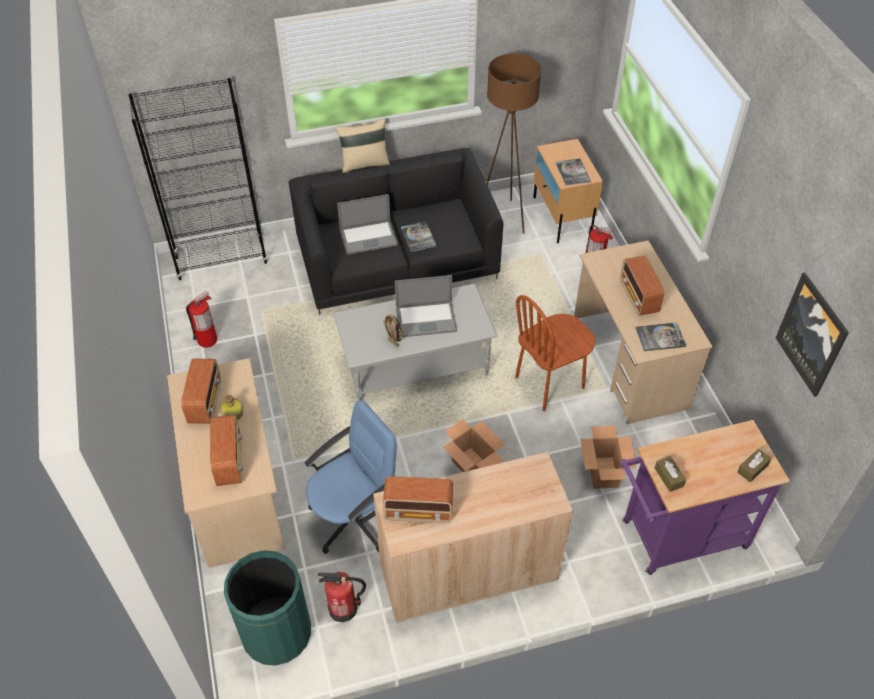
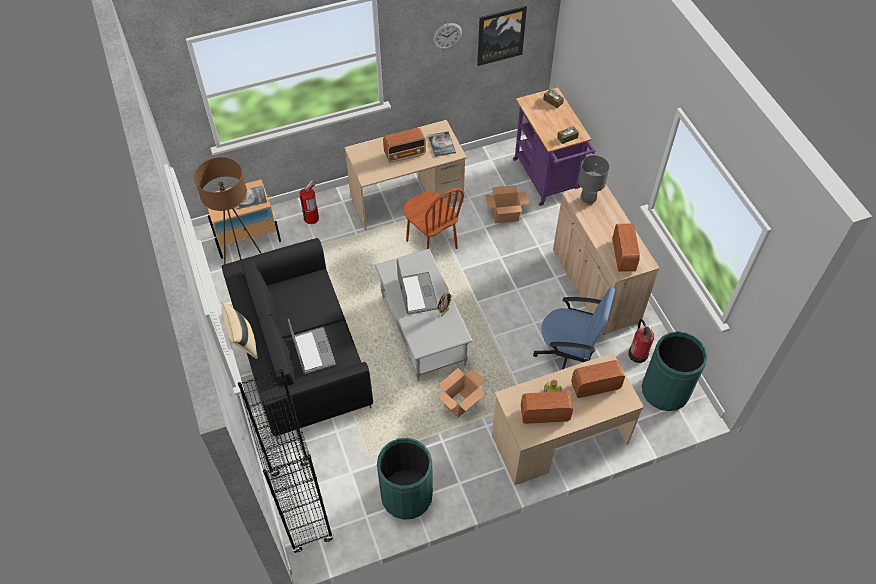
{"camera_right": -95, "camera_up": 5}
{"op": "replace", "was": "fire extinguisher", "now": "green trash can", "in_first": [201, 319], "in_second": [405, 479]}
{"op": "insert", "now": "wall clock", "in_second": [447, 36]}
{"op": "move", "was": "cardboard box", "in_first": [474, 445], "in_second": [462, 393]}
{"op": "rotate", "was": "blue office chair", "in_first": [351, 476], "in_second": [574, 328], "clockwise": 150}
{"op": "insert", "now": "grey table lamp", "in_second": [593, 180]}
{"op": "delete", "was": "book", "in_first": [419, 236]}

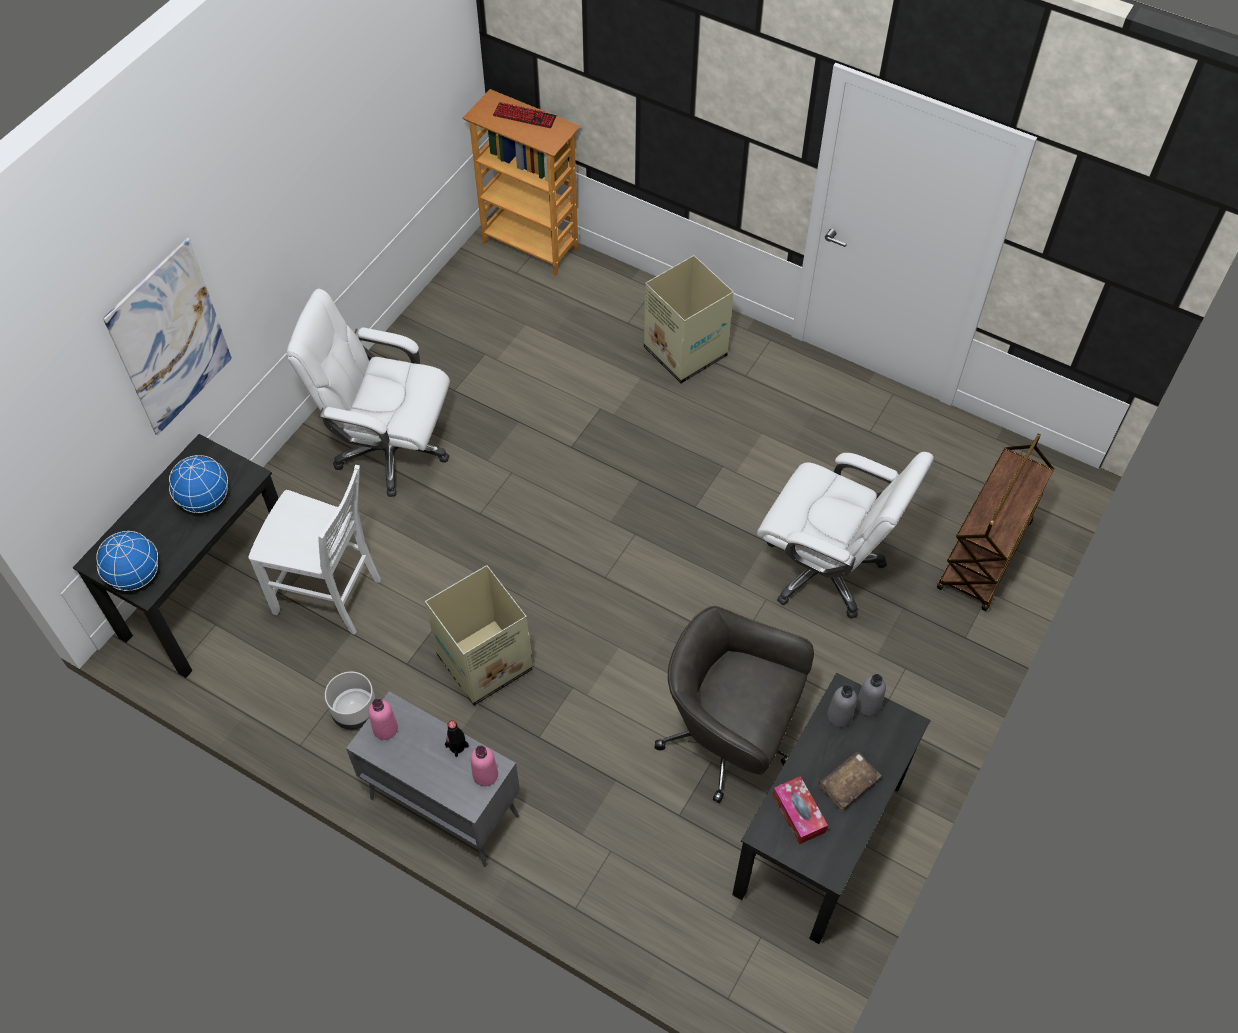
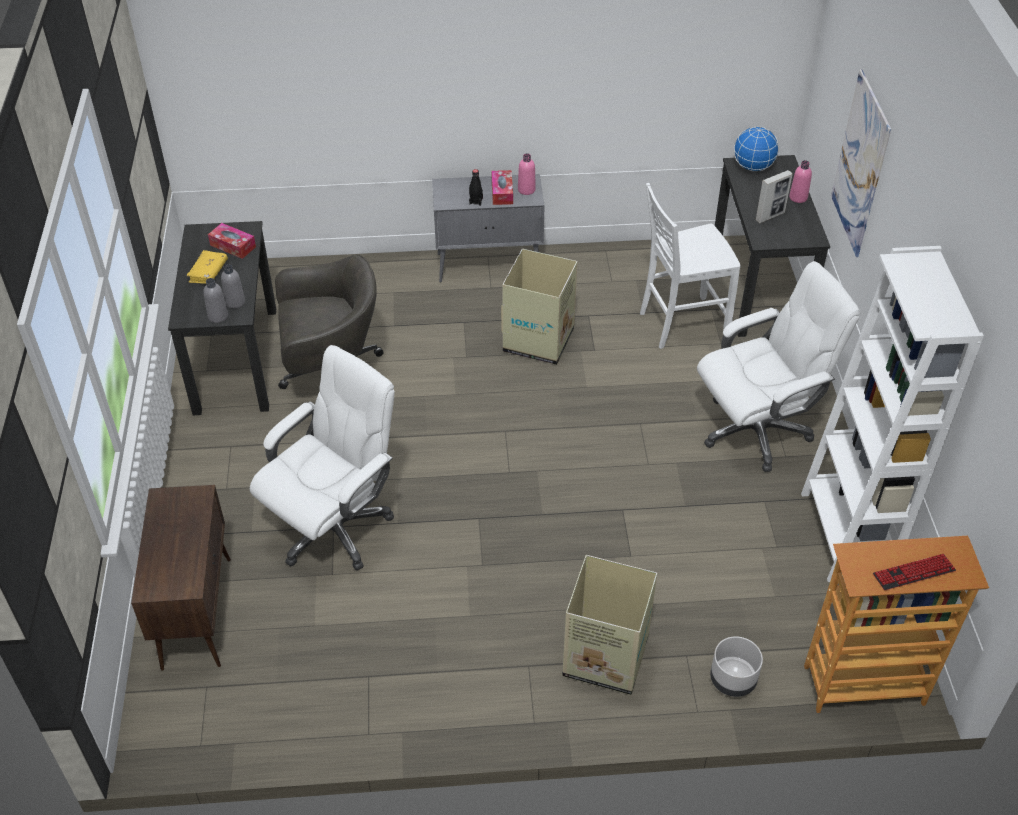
{"camera_right": 145, "camera_up": -10}
{"op": "replace", "was": "brown cart", "now": "brown cabinet", "in_first": [995, 522], "in_second": [181, 578]}
{"op": "recolor", "was": "brown book", "now": "yellow book", "in_first": [850, 782], "in_second": [207, 267]}
{"op": "rotate", "was": "white office chair", "in_first": [845, 535], "in_second": [322, 457], "clockwise": 135}
{"op": "insert", "now": "tissue box", "in_second": [502, 187]}
{"op": "move", "was": "grey planter", "in_first": [350, 700], "in_second": [736, 666]}
{"op": "replace", "was": "globe", "now": "picture frame", "in_first": [198, 484], "in_second": [774, 196]}
{"op": "move", "was": "pink bottle", "in_first": [484, 765], "in_second": [800, 181]}
{"op": "insert", "now": "white bookcase", "in_second": [892, 414]}

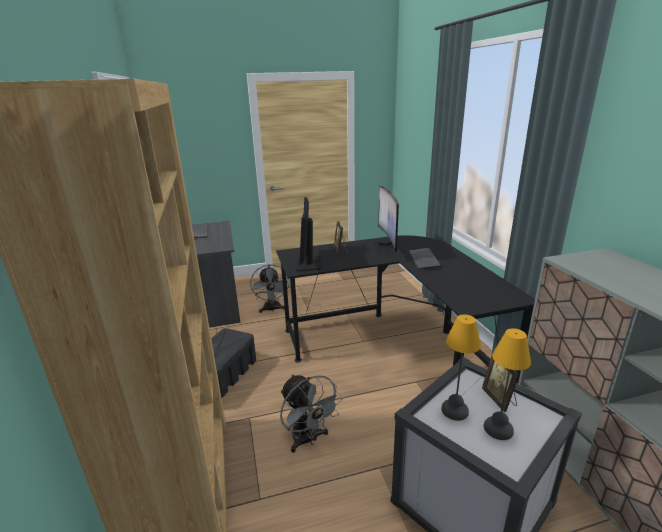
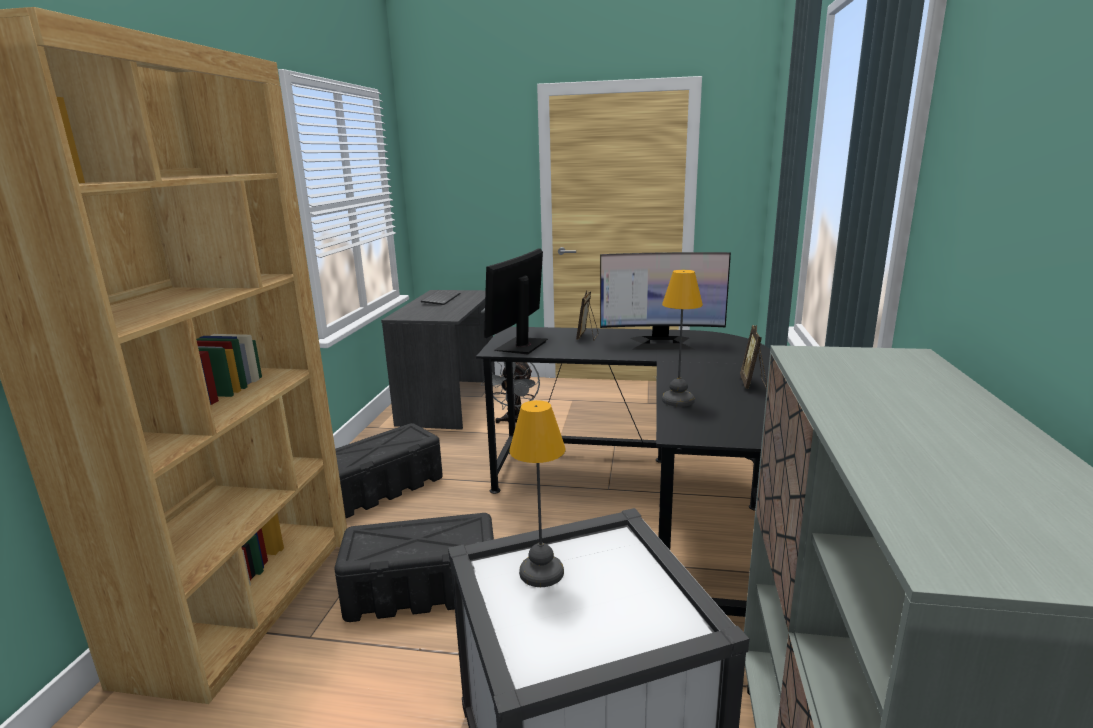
{"camera_right": 25, "camera_up": -5}
{"op": "replace", "was": "grey fan", "now": "black storage box", "in_first": [311, 413], "in_second": [414, 567]}
{"op": "rotate", "was": "monitor", "in_first": [389, 221], "in_second": [665, 301], "clockwise": -105}
{"op": "move", "was": "table lamp", "in_first": [507, 384], "in_second": [682, 338]}
{"op": "move", "was": "picture frame", "in_first": [501, 381], "in_second": [753, 357]}
{"op": "delete", "was": "keyboard", "in_first": [424, 259]}

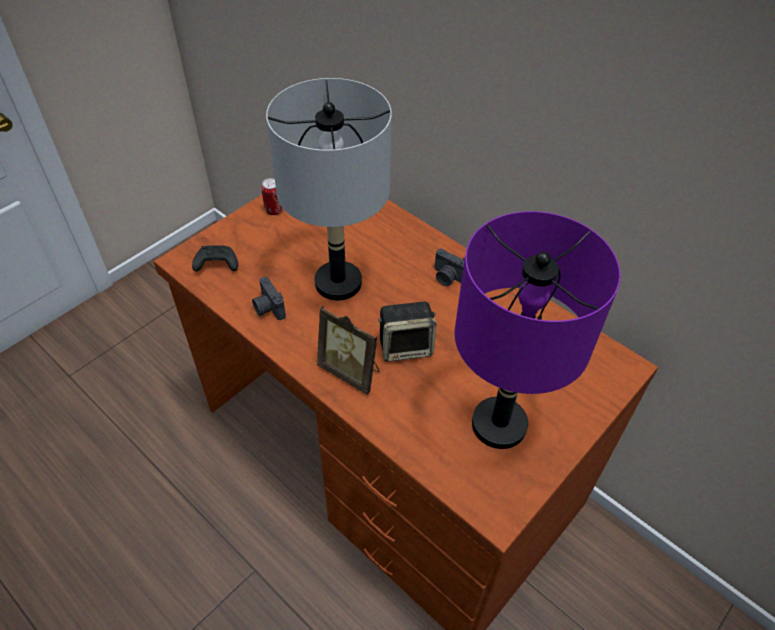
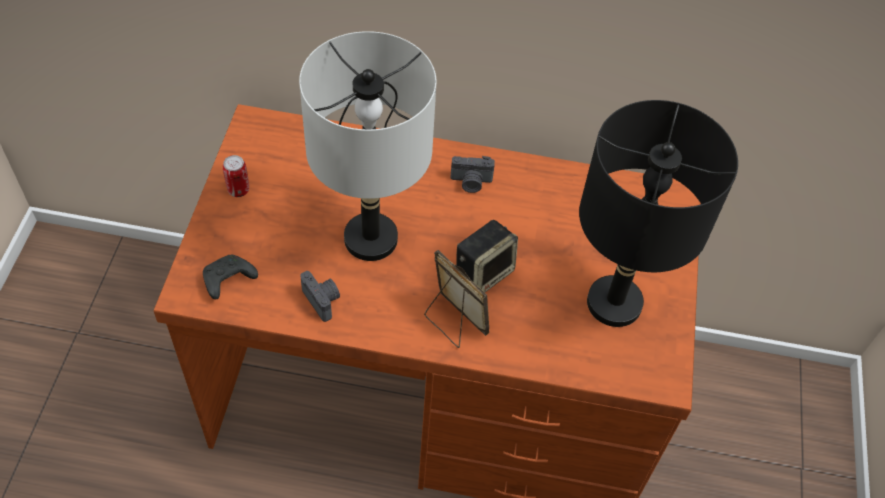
{"camera_right": -35, "camera_up": 5}
{"op": "rotate", "was": "photo camera", "in_first": [269, 298], "in_second": [320, 296], "clockwise": -150}
{"op": "rotate", "was": "picture frame", "in_first": [348, 350], "in_second": [456, 299], "clockwise": -135}
{"op": "recolor", "was": "purple table lamp", "now": "black table lamp", "in_first": [538, 330], "in_second": [658, 213]}

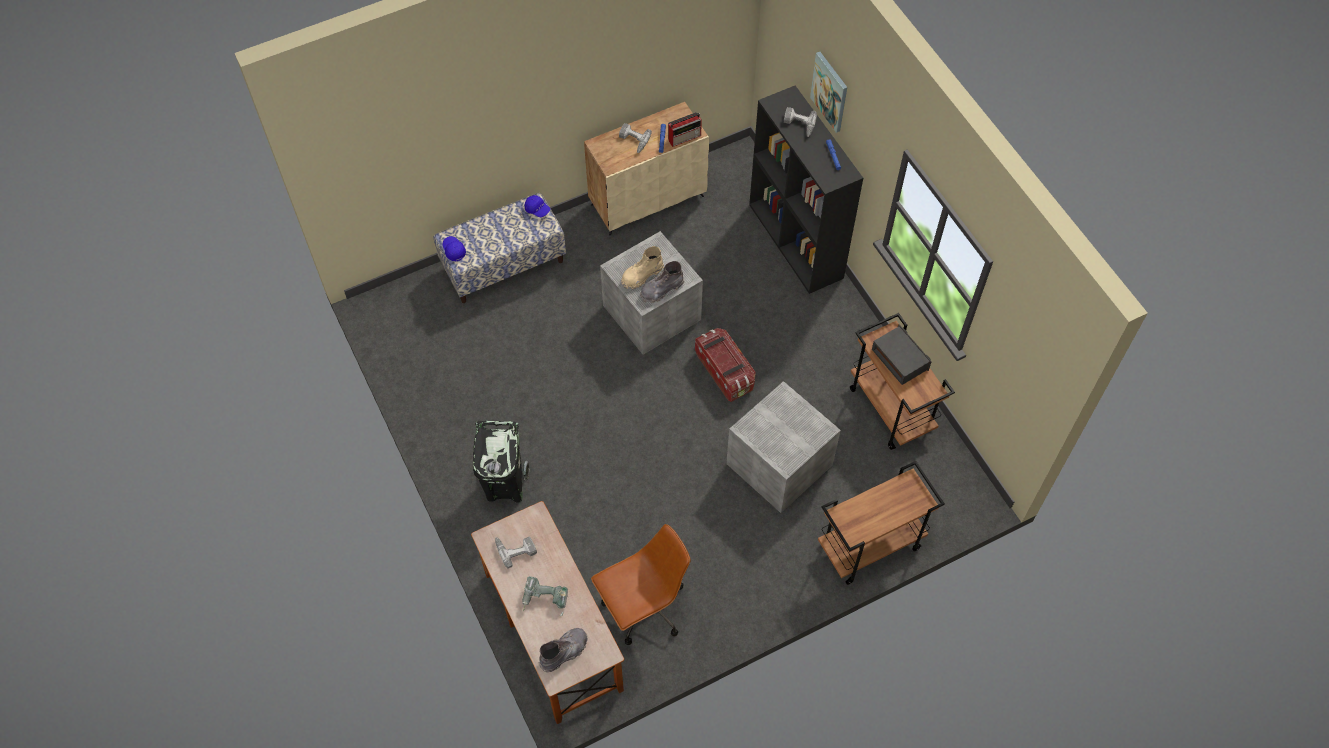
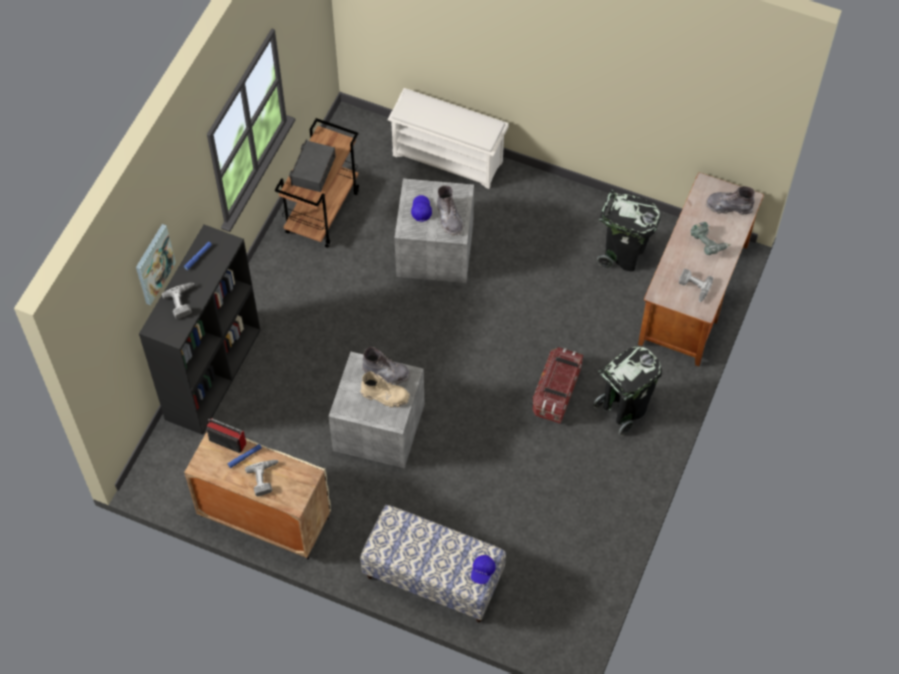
{"camera_right": -130, "camera_up": 0}
{"op": "replace", "was": "brown cart", "now": "white shoe rack", "in_first": [881, 523], "in_second": [448, 138]}
{"op": "move", "was": "blue cap", "in_first": [537, 206], "in_second": [421, 208]}
{"op": "insert", "now": "grey boot", "in_second": [450, 211]}
{"op": "move", "was": "storage box", "in_first": [725, 365], "in_second": [557, 385]}
{"op": "replace", "was": "brown office chair", "now": "black trash can", "in_first": [641, 584], "in_second": [628, 231]}

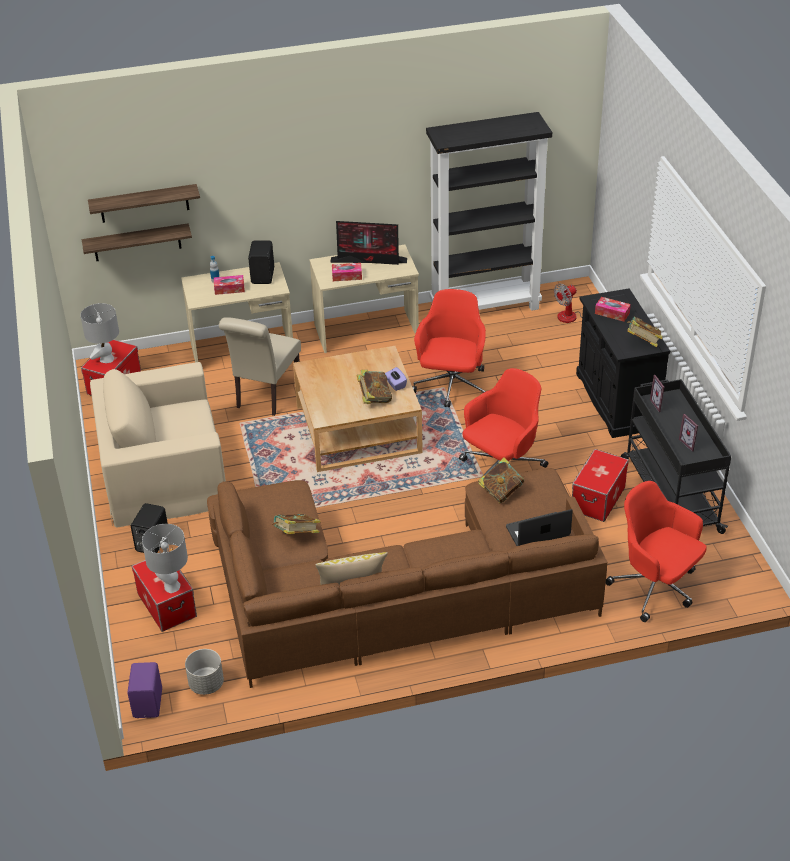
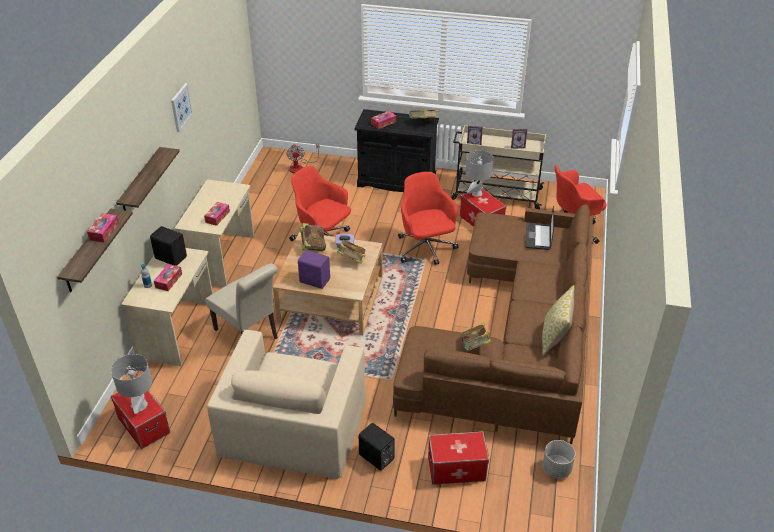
{"camera_right": -65, "camera_up": 0}
{"op": "insert", "now": "tissue box", "in_second": [103, 227]}
{"op": "move", "was": "shelf", "in_first": [137, 242], "in_second": [148, 179]}
{"op": "insert", "now": "picture", "in_second": [182, 107]}
{"op": "move", "was": "purple speaker", "in_first": [144, 690], "in_second": [314, 269]}
{"op": "move", "was": "book", "in_first": [501, 480], "in_second": [313, 237]}
{"op": "recolor", "was": "black cart", "now": "beige cart", "in_first": [676, 456], "in_second": [498, 167]}
{"op": "move", "was": "grey table lamp", "in_first": [165, 558], "in_second": [479, 173]}
{"op": "delete", "was": "monitor", "in_first": [368, 243]}
{"op": "delete", "was": "black bookcase", "in_first": [489, 211]}

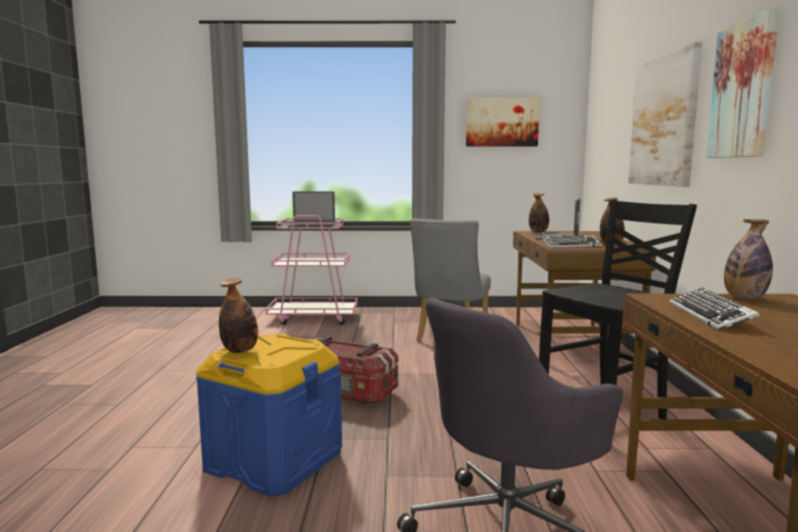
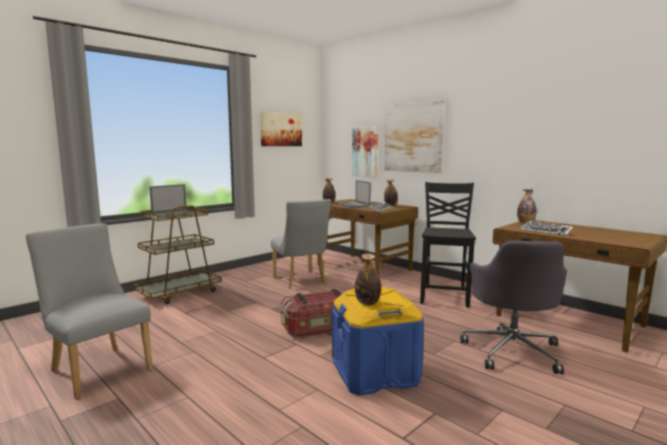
{"camera_right": -45, "camera_up": 0}
{"op": "insert", "now": "grey chair", "in_second": [89, 311]}
{"op": "recolor", "was": "pink cart", "now": "brown cart", "in_first": [311, 270], "in_second": [178, 254]}
{"op": "move", "was": "picture", "in_first": [743, 83], "in_second": [365, 151]}

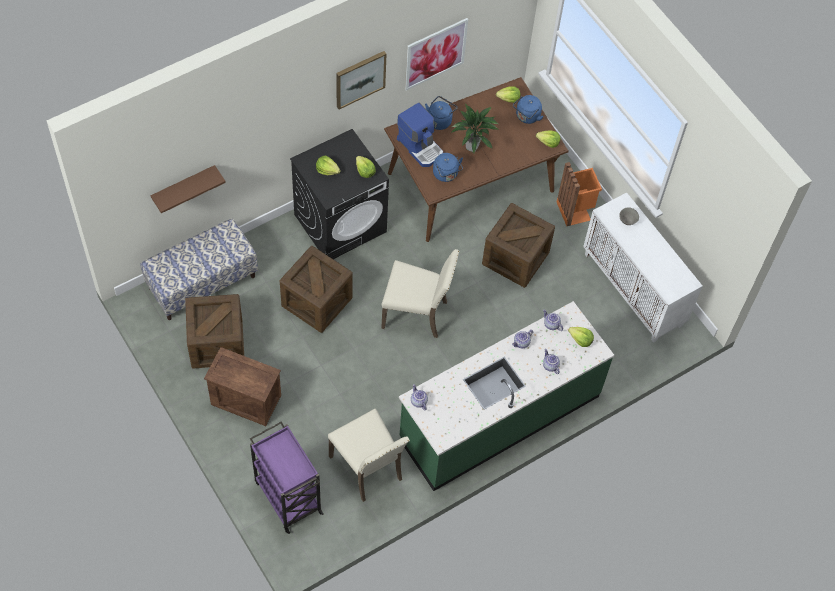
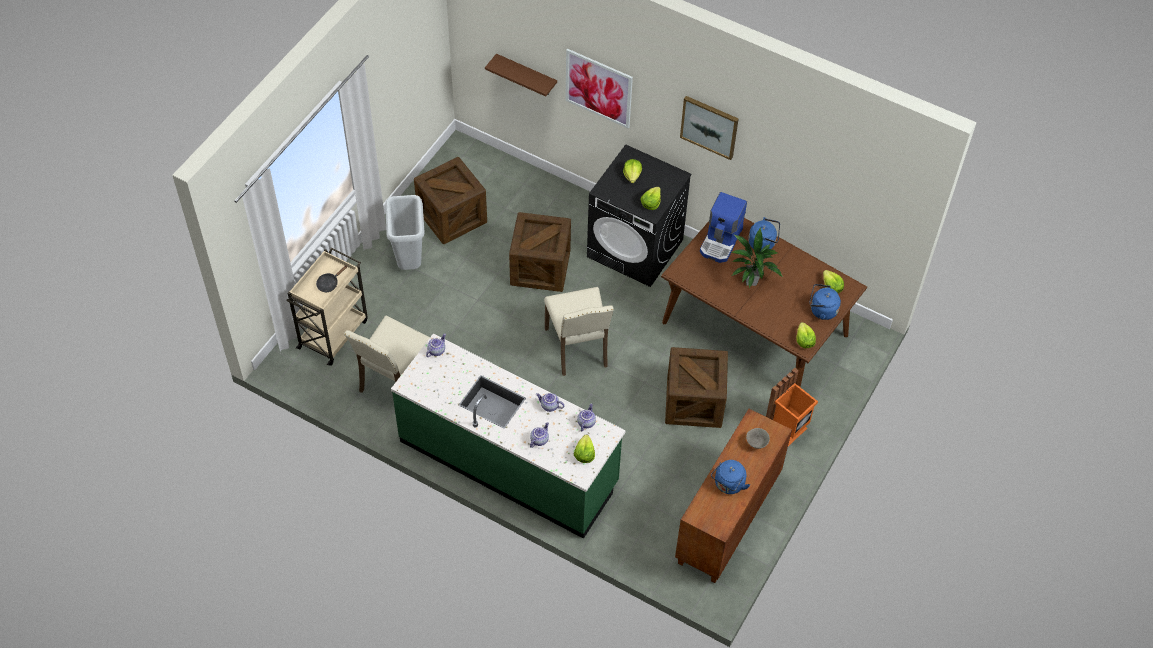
{"camera_right": 65, "camera_up": -5}
{"op": "recolor", "was": "purple cart", "now": "beige cart", "in_first": [286, 477], "in_second": [327, 307]}
{"op": "insert", "now": "black frying pan", "in_second": [332, 278]}
{"op": "replace", "was": "crate", "now": "grey trash can", "in_first": [242, 386], "in_second": [405, 232]}
{"op": "move", "was": "picture", "in_first": [436, 54], "in_second": [599, 89]}
{"op": "recolor", "was": "white cabinet", "now": "brown cabinet", "in_first": [643, 267], "in_second": [733, 496]}
{"op": "move", "was": "blue kettle", "in_first": [448, 167], "in_second": [730, 477]}
{"op": "delete", "was": "bench", "in_first": [199, 269]}

